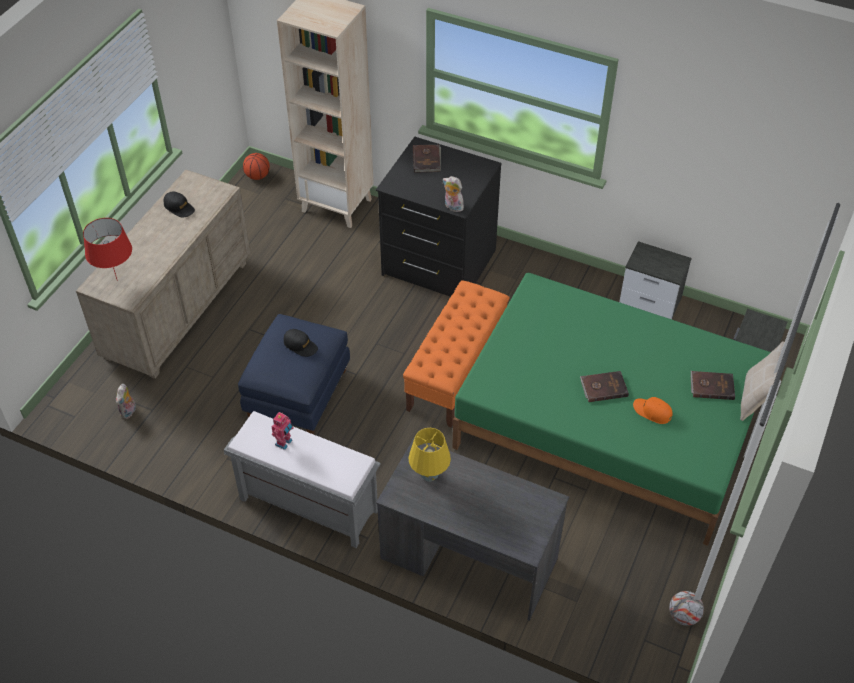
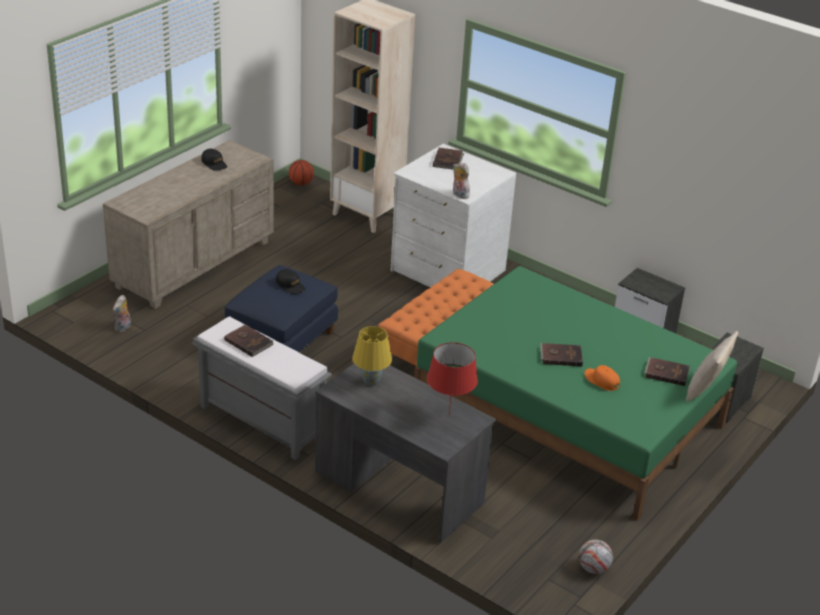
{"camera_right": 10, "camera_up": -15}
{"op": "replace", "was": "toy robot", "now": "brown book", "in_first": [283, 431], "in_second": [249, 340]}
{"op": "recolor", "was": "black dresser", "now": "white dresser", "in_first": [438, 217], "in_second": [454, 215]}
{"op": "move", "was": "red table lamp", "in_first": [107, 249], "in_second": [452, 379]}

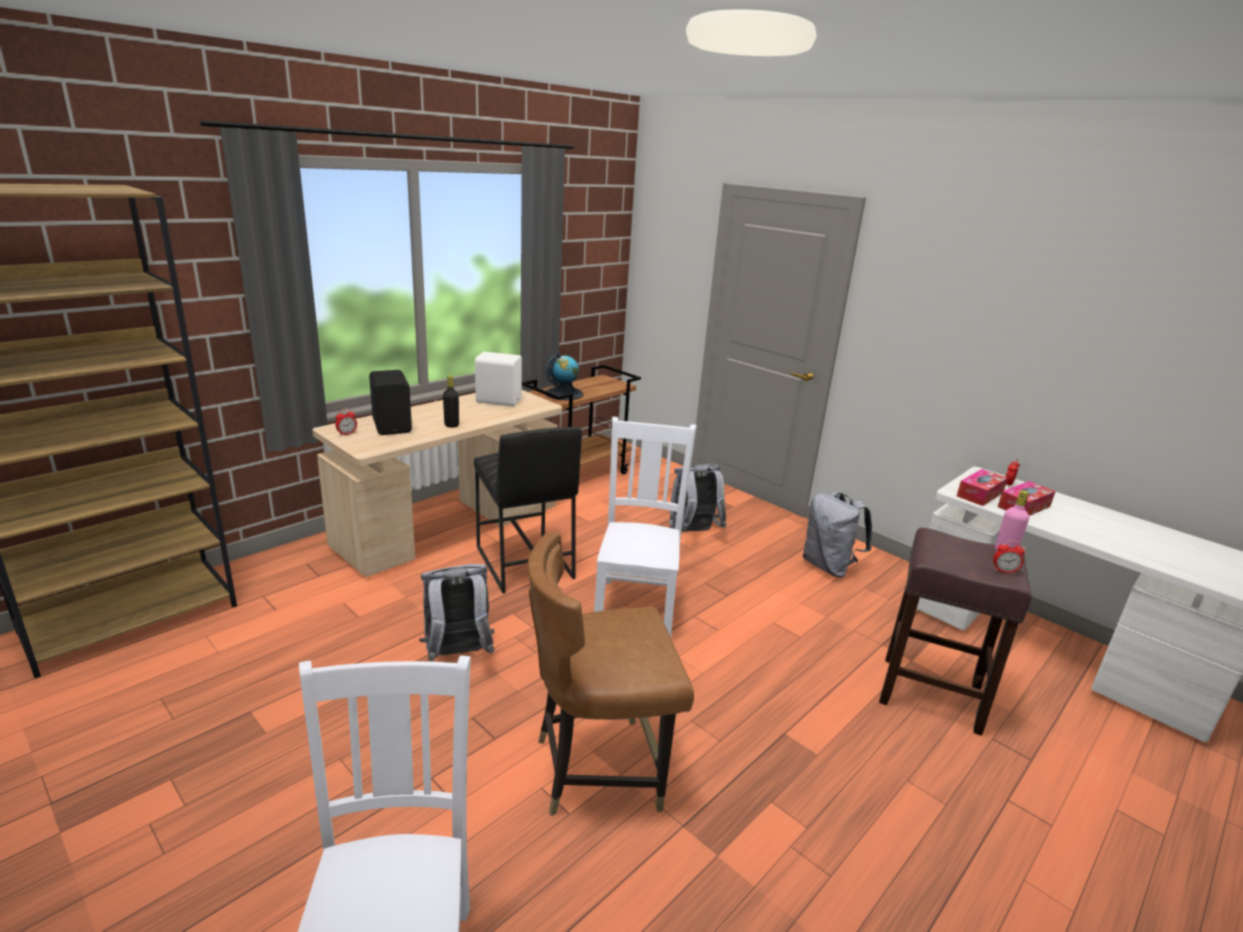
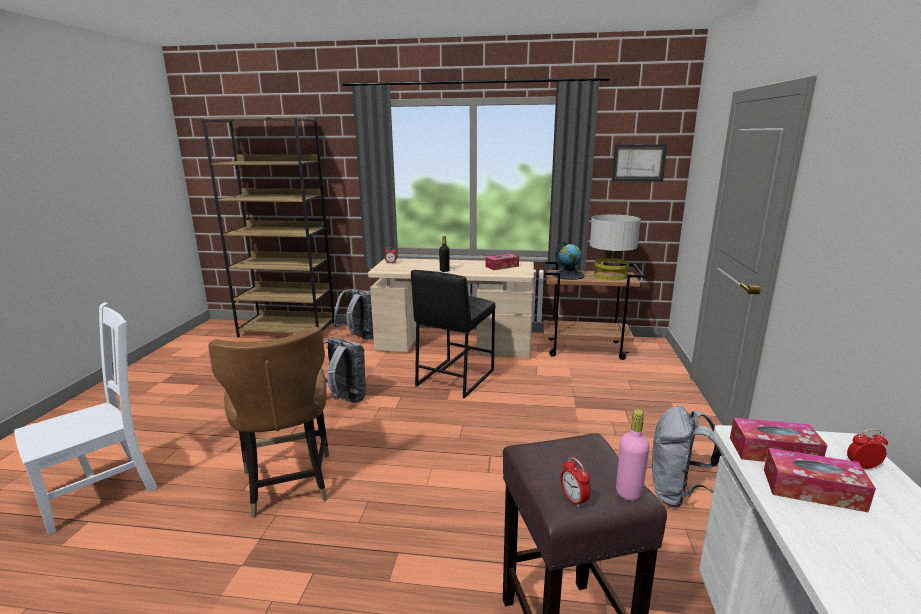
{"camera_right": 55, "camera_up": -5}
{"op": "rotate", "was": "brown chair", "in_first": [610, 674], "in_second": [268, 422], "clockwise": -150}
{"op": "move", "was": "grey backpack", "in_first": [698, 498], "in_second": [353, 314]}
{"op": "replace", "was": "white speaker", "now": "tissue box", "in_first": [498, 379], "in_second": [502, 262]}
{"op": "insert", "now": "grey table lamp", "in_second": [615, 247]}
{"op": "insert", "now": "picture", "in_second": [639, 162]}
{"op": "delete", "was": "black speaker", "in_first": [390, 402]}
{"op": "delete", "was": "white chair", "in_first": [645, 527]}

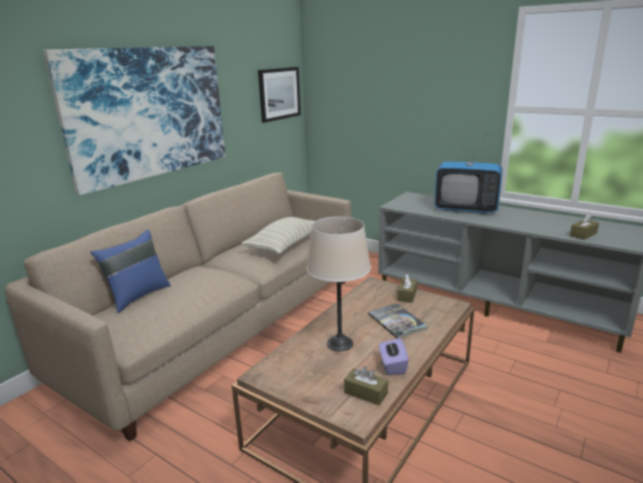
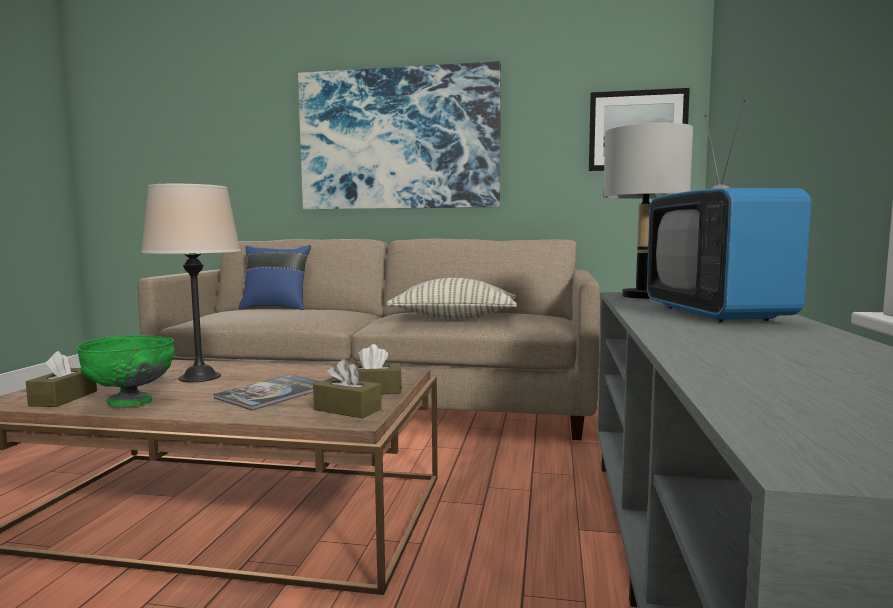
{"camera_right": 65, "camera_up": -15}
{"op": "replace", "was": "purple tissue box", "now": "green bowl", "in_first": [394, 356], "in_second": [126, 371]}
{"op": "move", "was": "brown tissue box", "in_first": [584, 226], "in_second": [347, 389]}
{"op": "insert", "now": "grey table lamp", "in_second": [648, 211]}

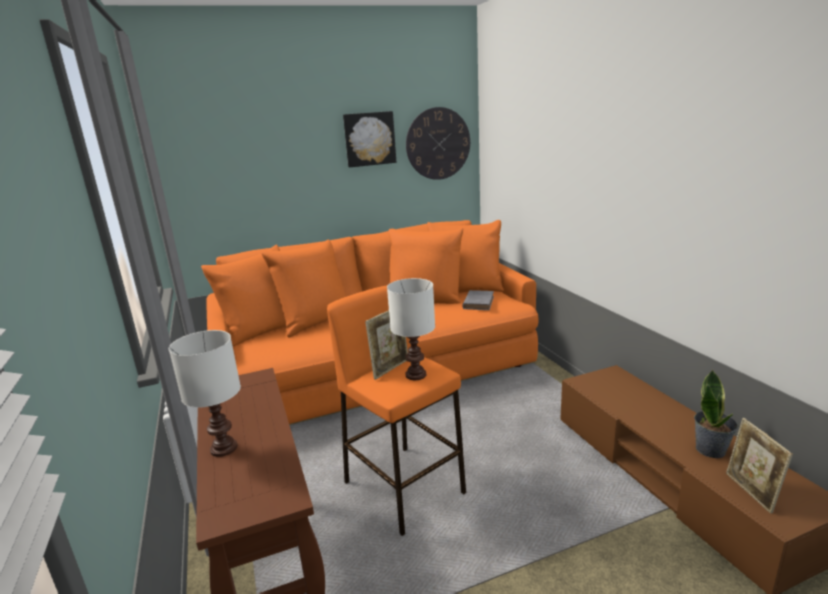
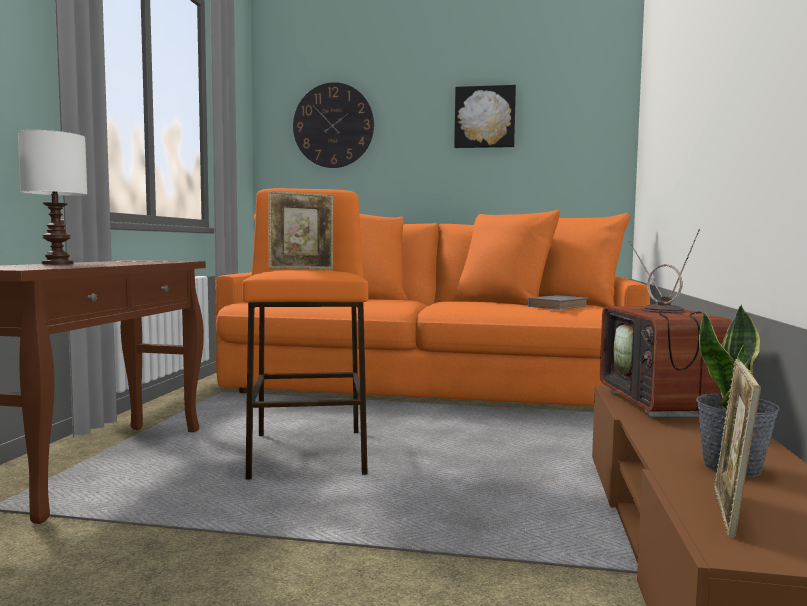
{"camera_right": 30, "camera_up": -15}
{"op": "move", "was": "wall clock", "in_first": [438, 143], "in_second": [333, 125]}
{"op": "insert", "now": "television", "in_second": [666, 323]}
{"op": "delete", "was": "white table lamp", "in_first": [411, 329]}

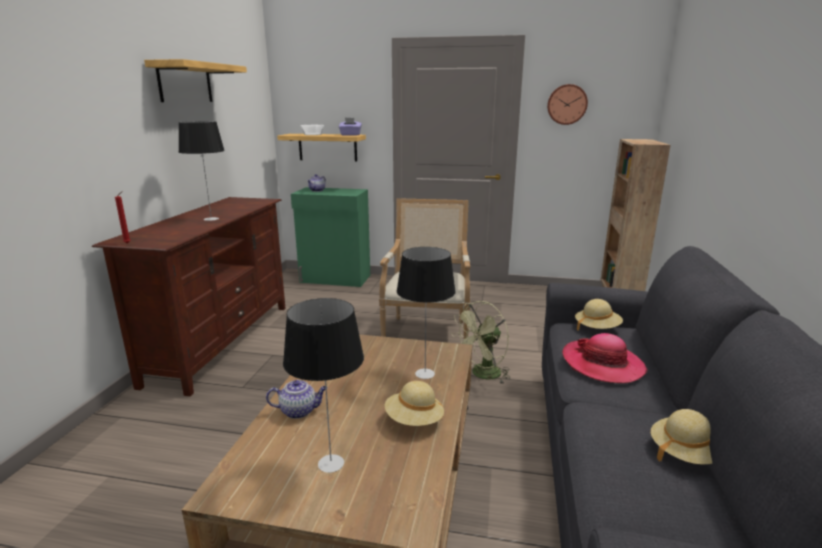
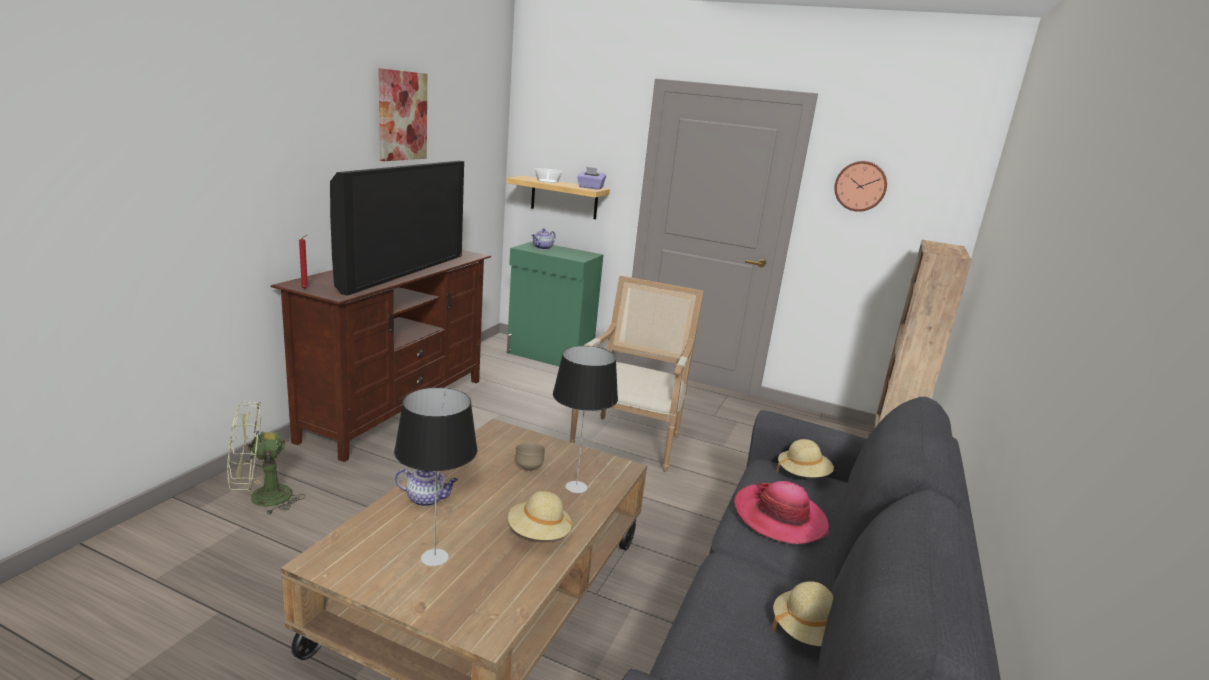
{"camera_right": 10, "camera_up": 0}
{"op": "move", "was": "green fan", "in_first": [480, 342], "in_second": [266, 459]}
{"op": "replace", "was": "table lamp", "now": "television", "in_first": [202, 171], "in_second": [397, 228]}
{"op": "replace", "was": "shelf", "now": "picture", "in_first": [195, 80], "in_second": [402, 114]}
{"op": "insert", "now": "brown bowl", "in_second": [530, 457]}

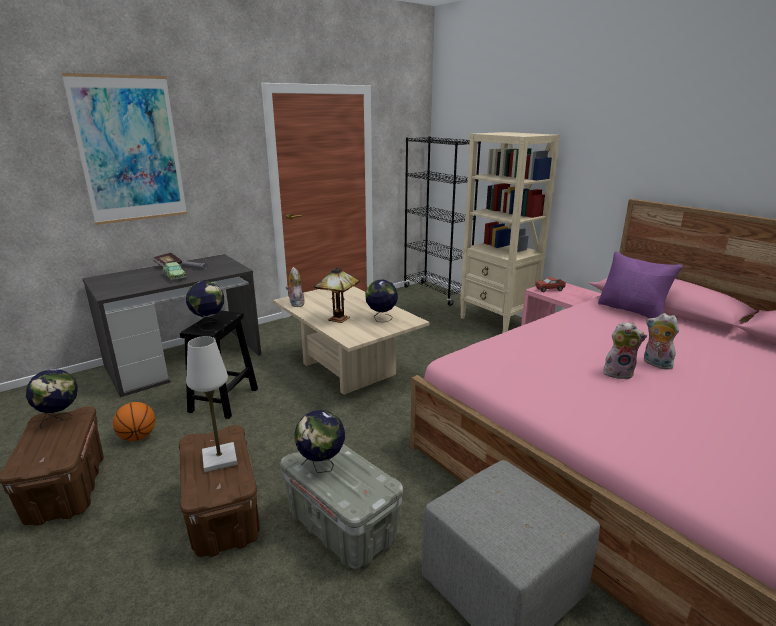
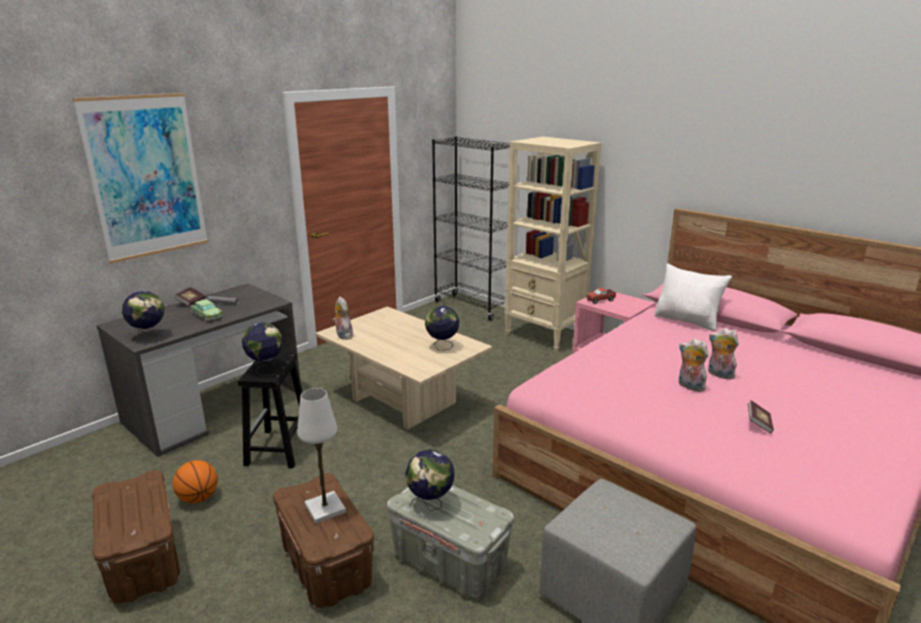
{"camera_right": -10, "camera_up": 0}
{"op": "move", "was": "globe", "in_first": [52, 399], "in_second": [143, 317]}
{"op": "recolor", "was": "purple pillow", "now": "white pillow", "in_first": [640, 285], "in_second": [693, 297]}
{"op": "rotate", "was": "plush toy", "in_first": [625, 350], "in_second": [693, 365], "clockwise": -135}
{"op": "insert", "now": "book", "in_second": [761, 416]}
{"op": "delete", "was": "table lamp", "in_first": [337, 295]}

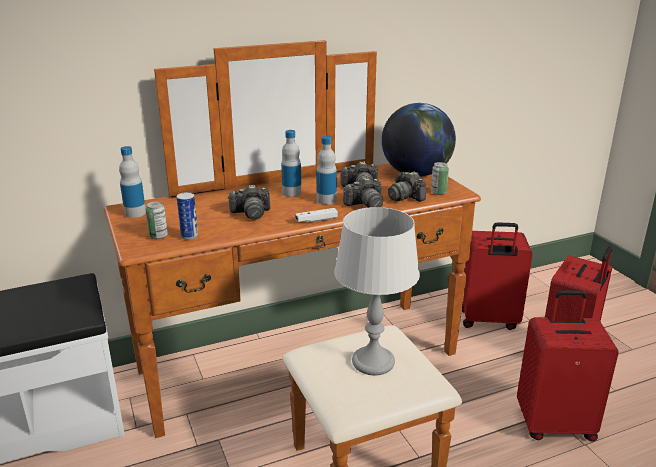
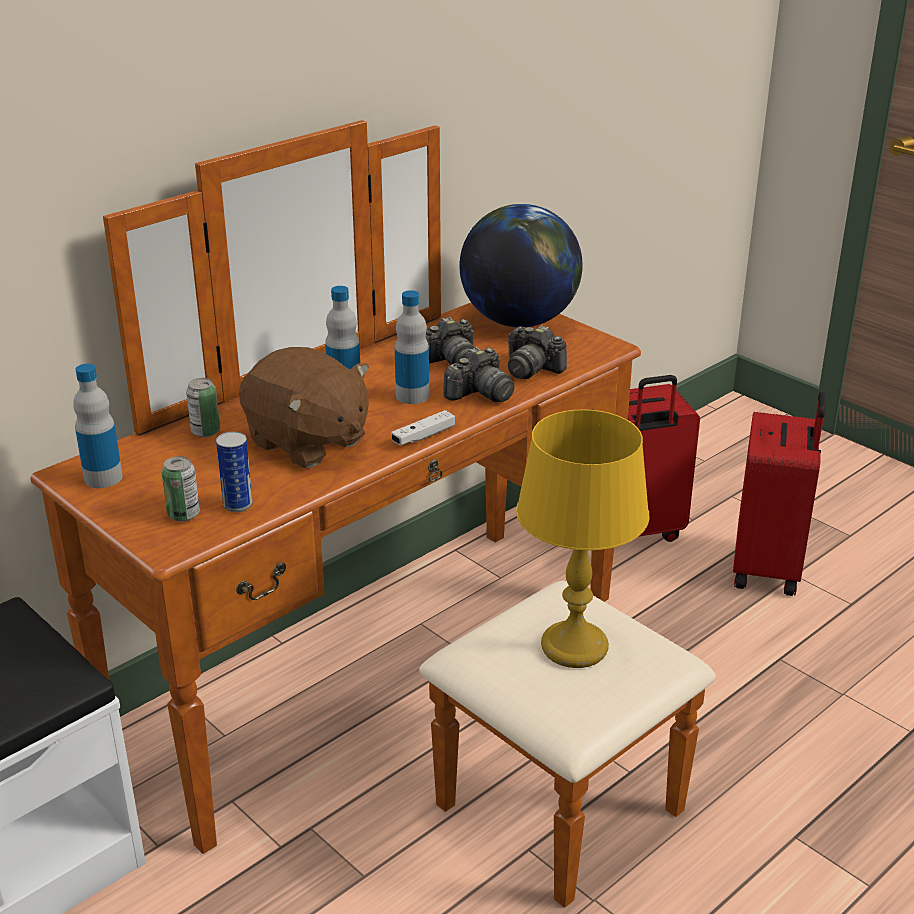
{"camera_right": -20, "camera_up": 5}
{"op": "move", "was": "can", "in_first": [440, 178], "in_second": [203, 407]}
{"op": "replace", "was": "photo camera", "now": "brown plush toy", "in_first": [248, 202], "in_second": [304, 407]}
{"op": "recolor", "was": "grey table lamp", "now": "yellow table lamp", "in_first": [377, 291], "in_second": [583, 538]}
{"op": "delete", "was": "red suitcase", "in_first": [568, 366]}

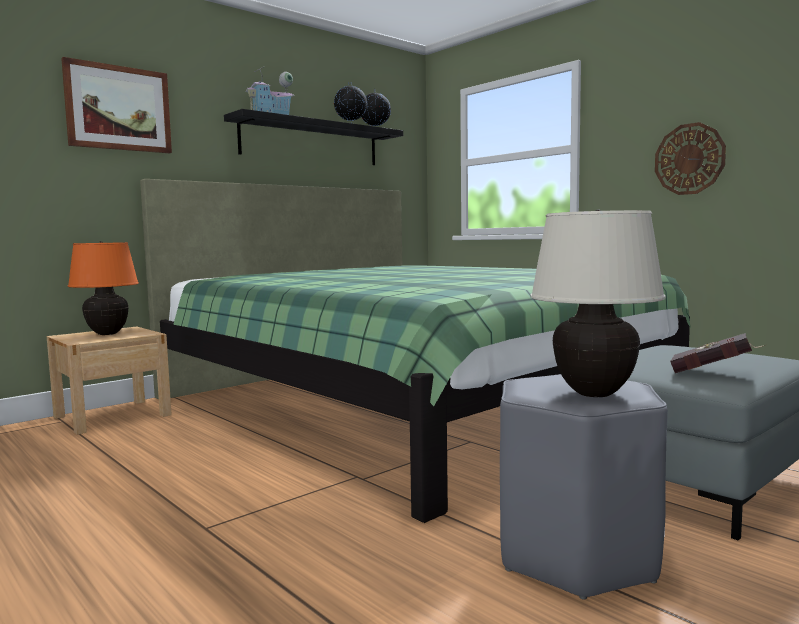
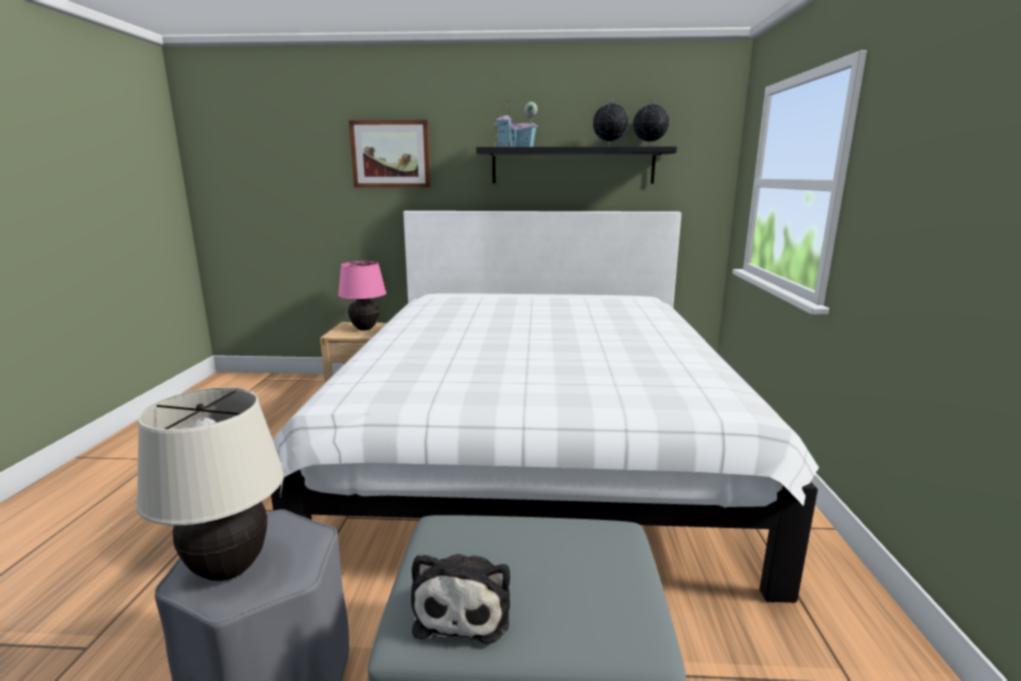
{"camera_right": 45, "camera_up": 10}
{"op": "recolor", "was": "green bed", "now": "white bed", "in_first": [415, 351], "in_second": [545, 407]}
{"op": "recolor", "was": "orange table lamp", "now": "pink table lamp", "in_first": [103, 288], "in_second": [362, 295]}
{"op": "replace", "was": "red book", "now": "plush toy", "in_first": [717, 353], "in_second": [460, 599]}
{"op": "delete", "was": "wall clock", "in_first": [690, 158]}

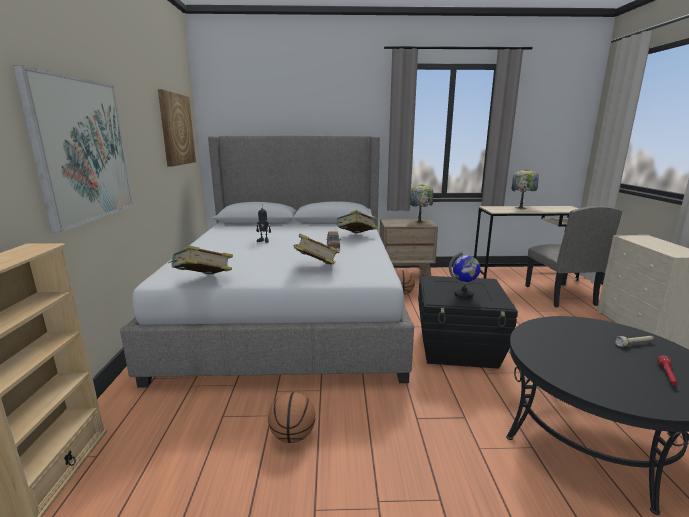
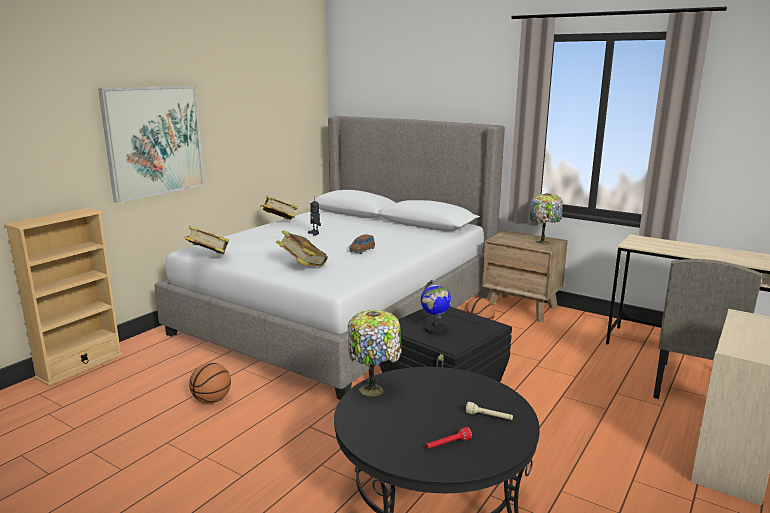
{"camera_right": 35, "camera_up": 0}
{"op": "move", "was": "book", "in_first": [357, 221], "in_second": [279, 208]}
{"op": "move", "was": "table lamp", "in_first": [525, 189], "in_second": [375, 353]}
{"op": "delete", "was": "picture", "in_first": [177, 128]}

